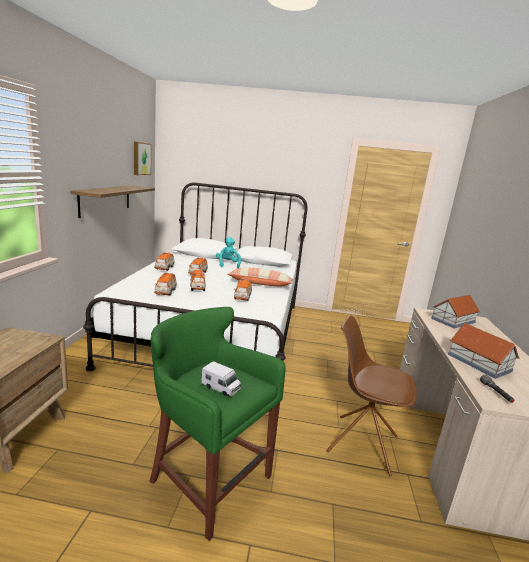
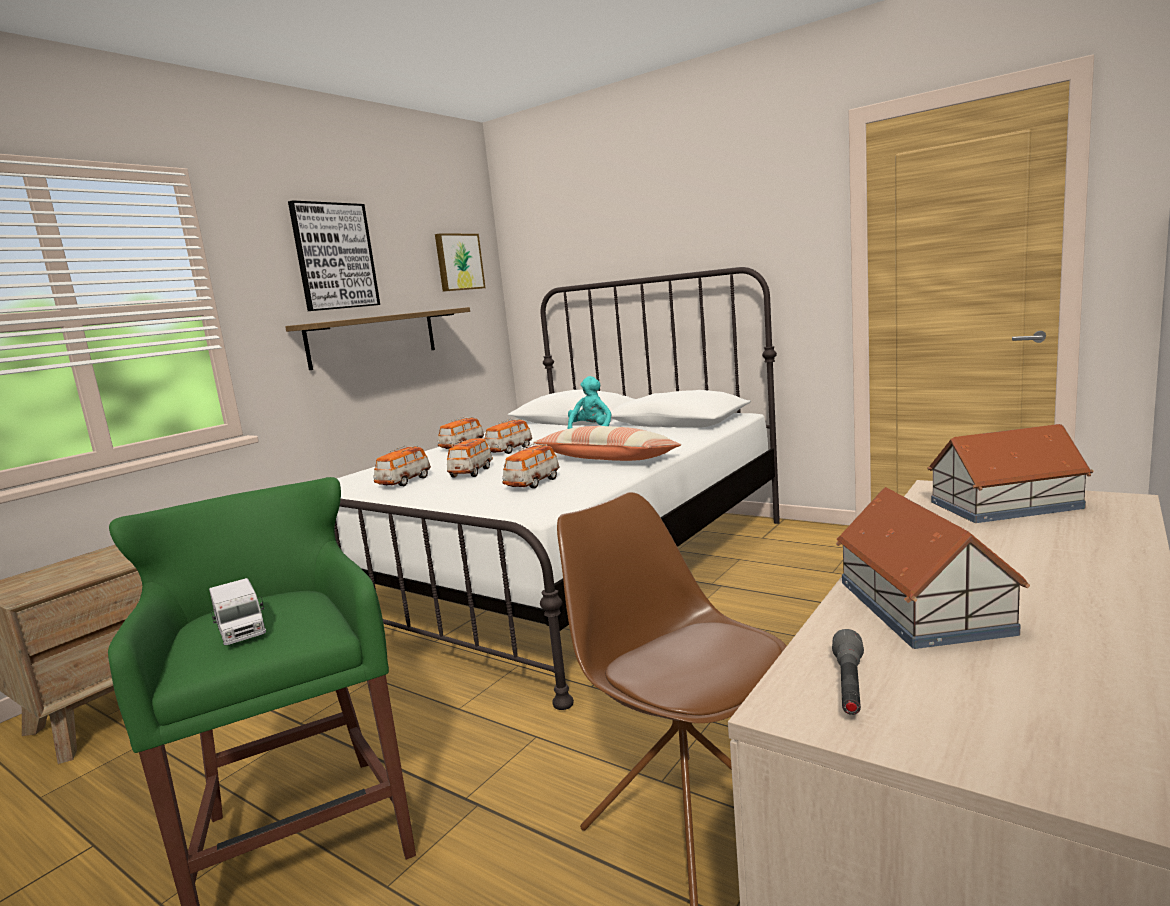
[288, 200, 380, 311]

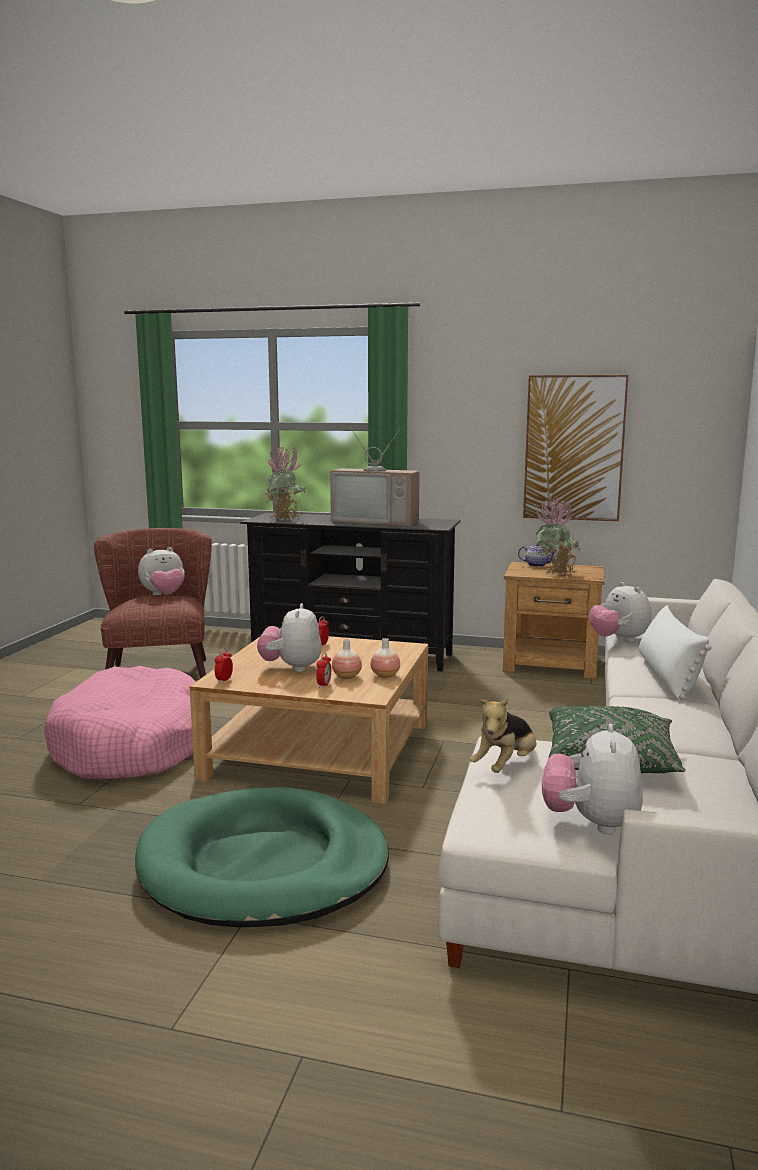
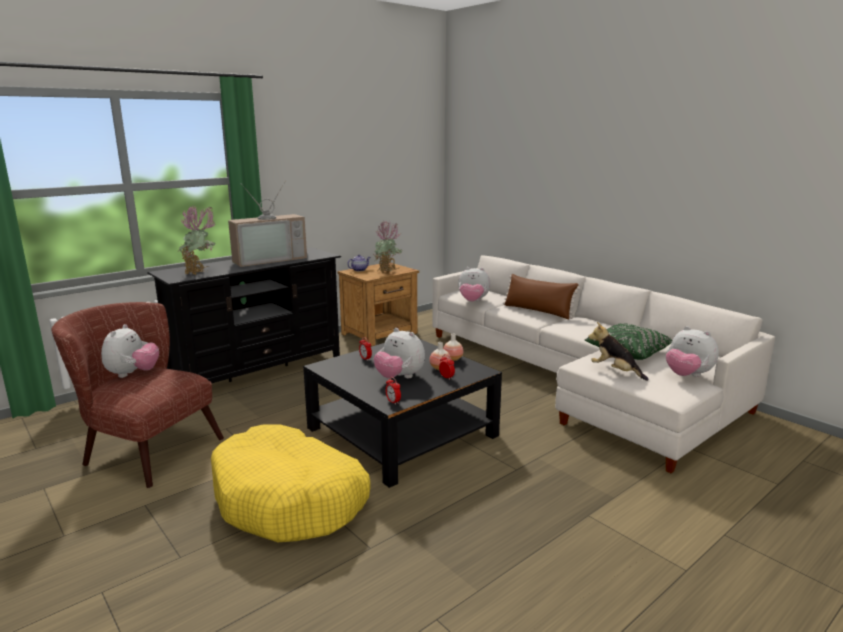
[523, 375, 629, 521] (first image)
[503, 274, 581, 319]
[303, 339, 502, 488]
[211, 424, 370, 542]
[588, 322, 649, 381]
[135, 787, 389, 927] (first image)

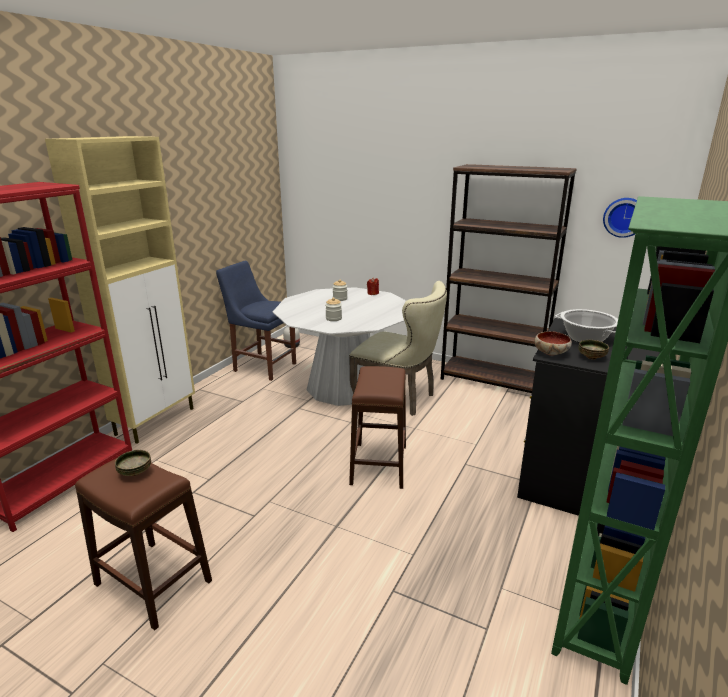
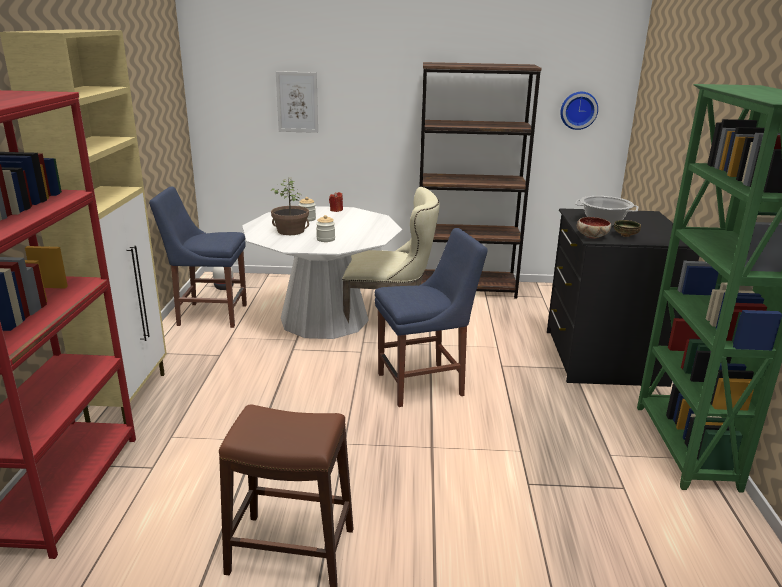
[375, 228, 488, 407]
[115, 450, 151, 476] (first image)
[276, 71, 318, 133]
[271, 177, 309, 235]

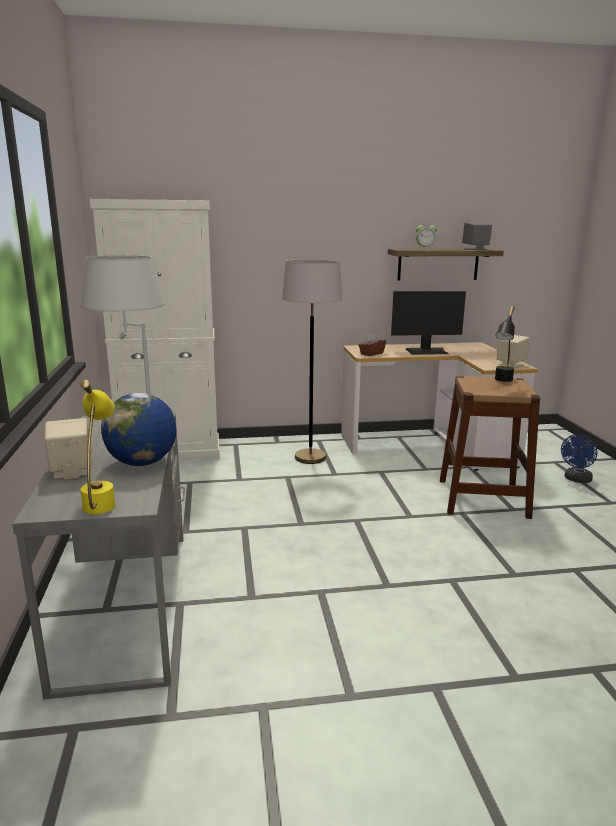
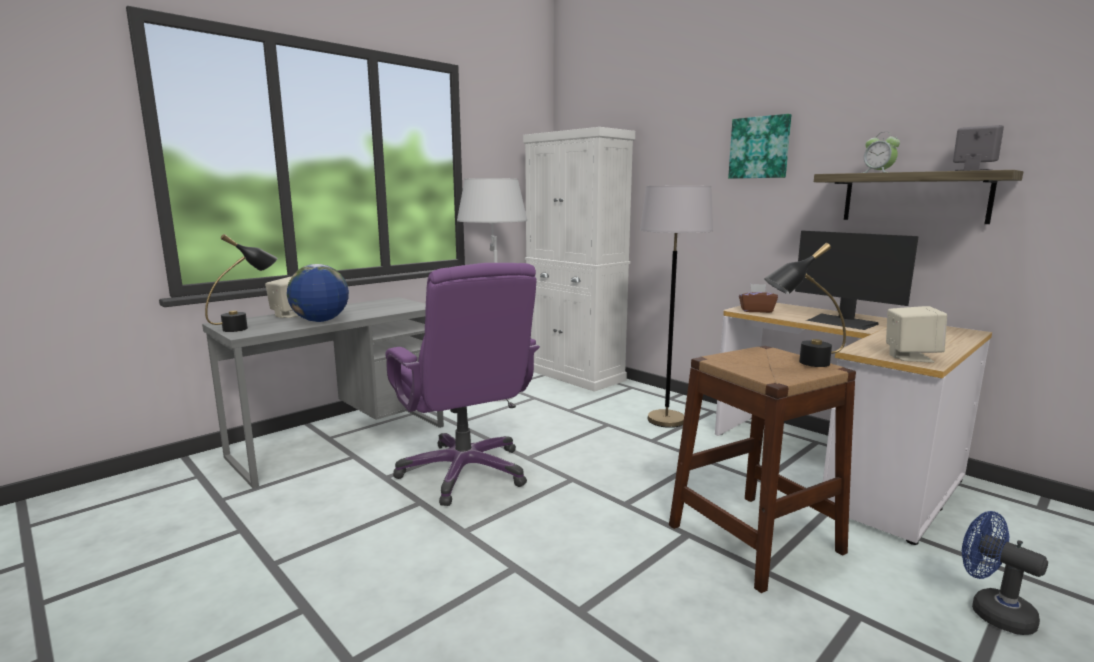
[205, 234, 277, 332]
[962, 511, 1048, 635]
[728, 114, 791, 179]
[385, 263, 540, 506]

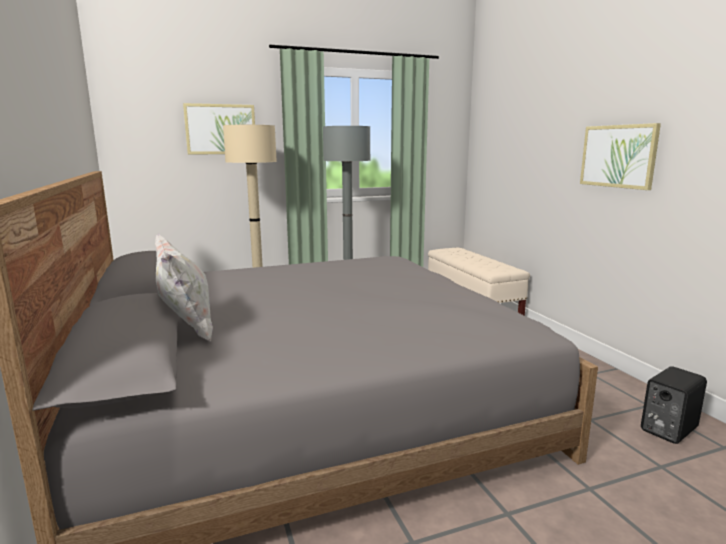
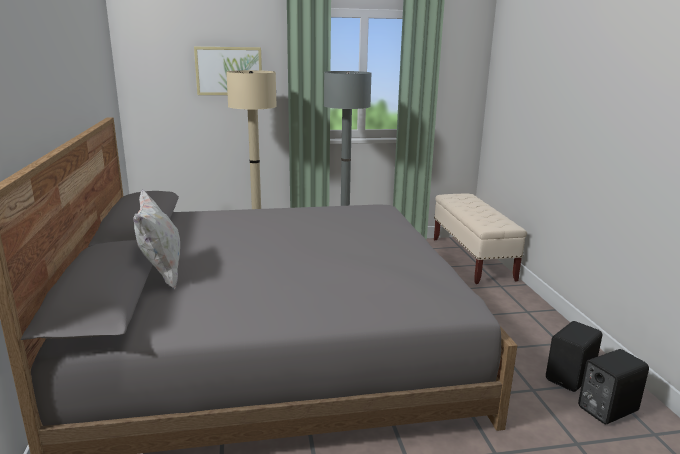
[580, 123, 661, 190] (first image)
[546, 321, 602, 392]

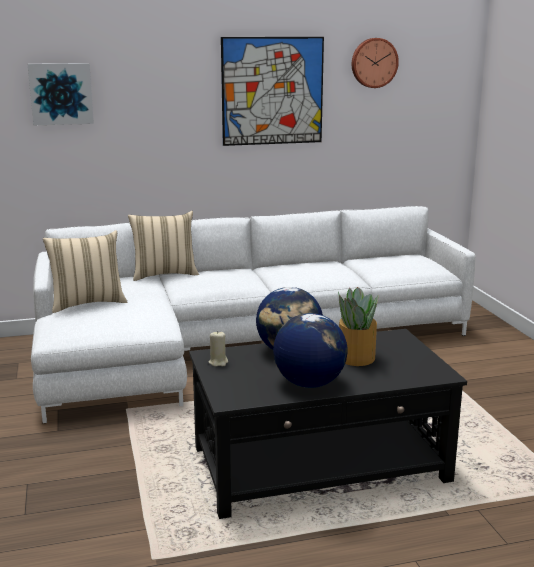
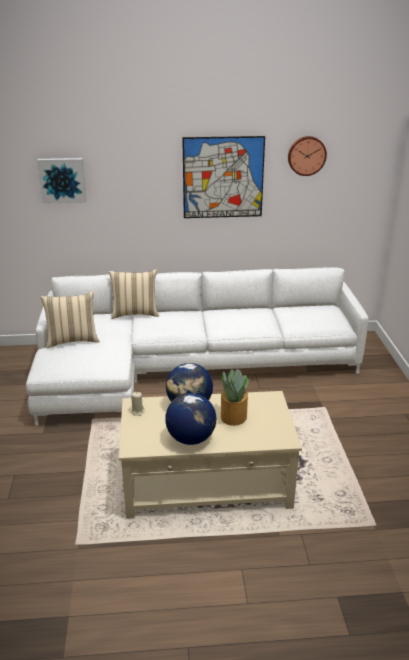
[119, 391, 302, 519]

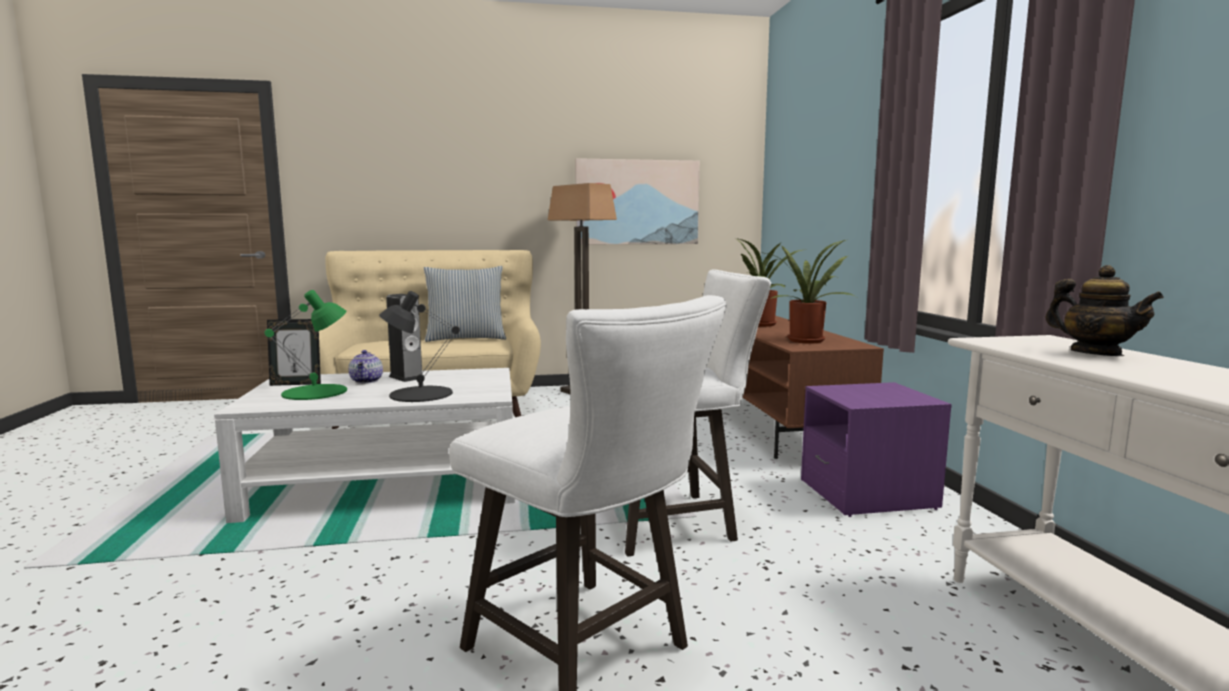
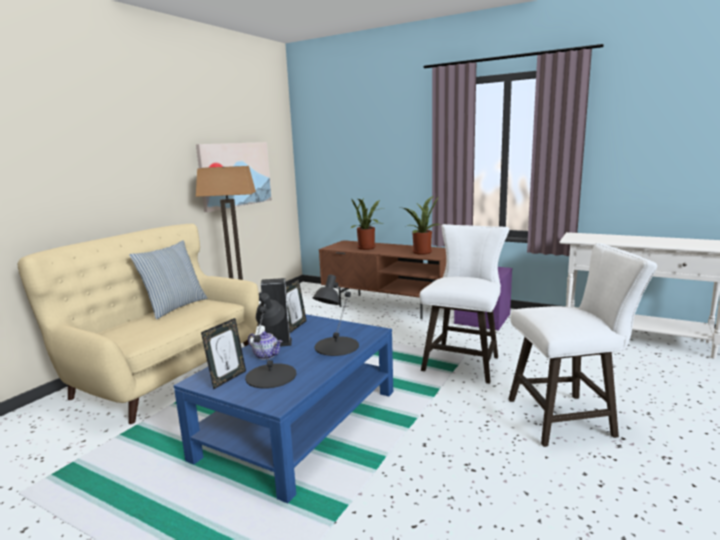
[1045, 265, 1164, 356] (first image)
[245, 293, 296, 389]
[174, 314, 393, 503]
[286, 279, 307, 333]

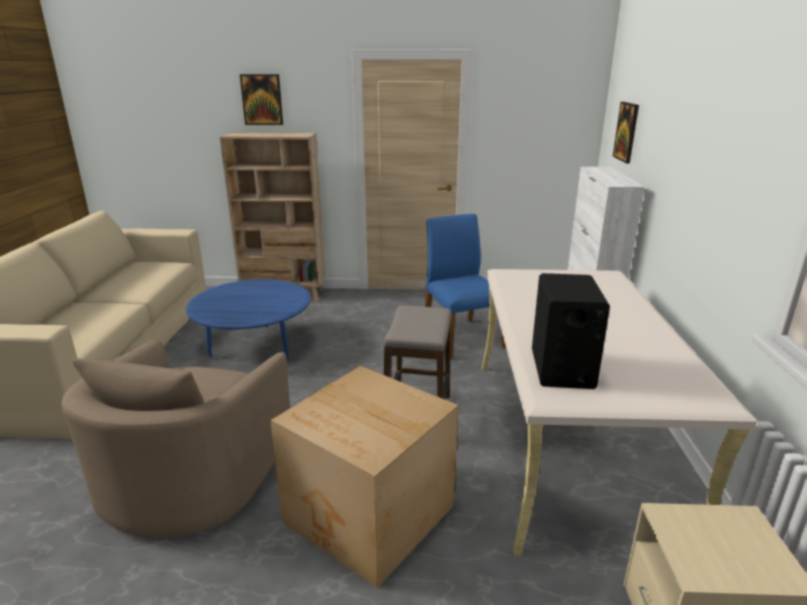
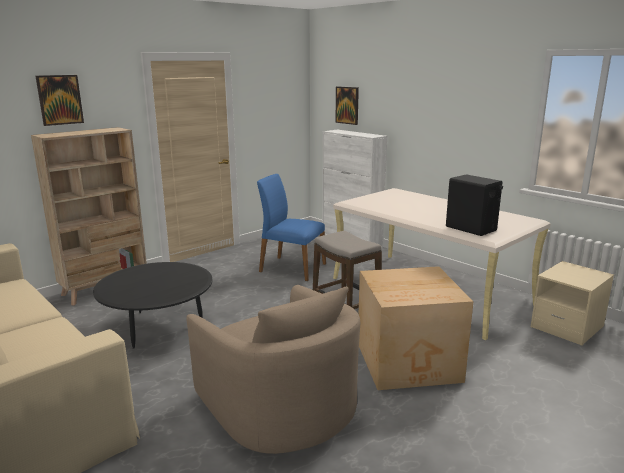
[93, 262, 212, 349]

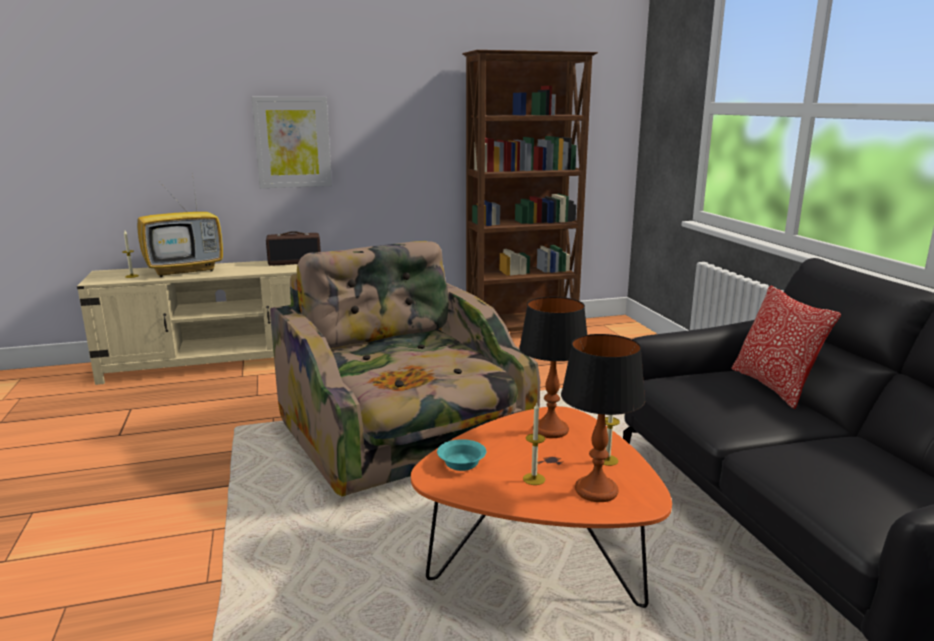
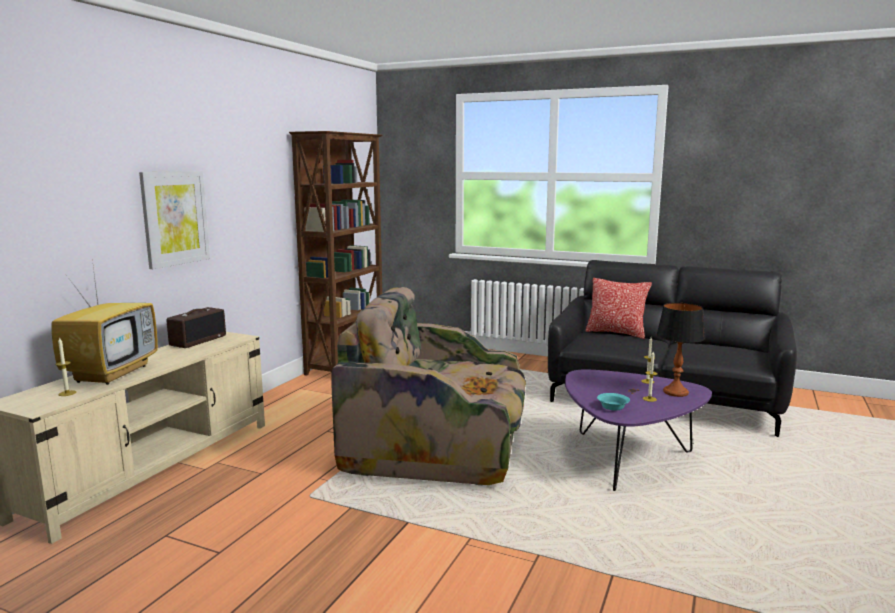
[519, 297, 587, 438] (first image)
[565, 370, 712, 491]

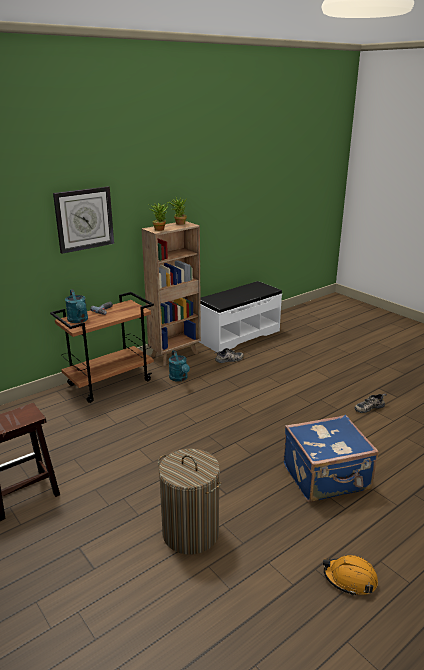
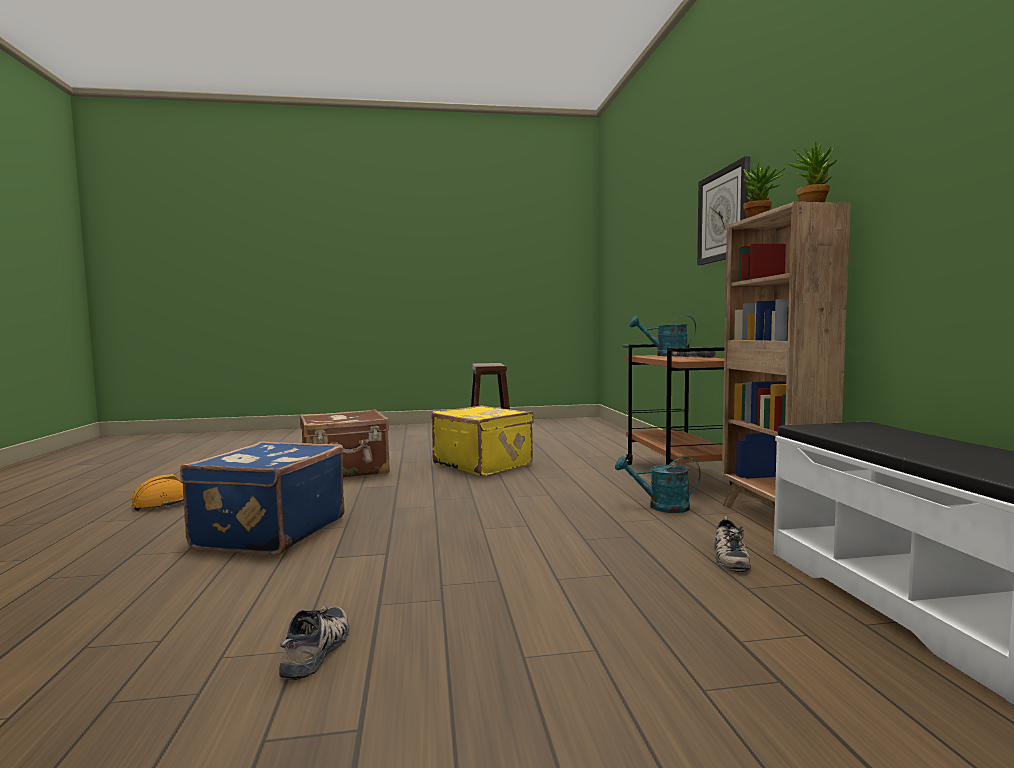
[300, 409, 389, 478]
[432, 405, 534, 476]

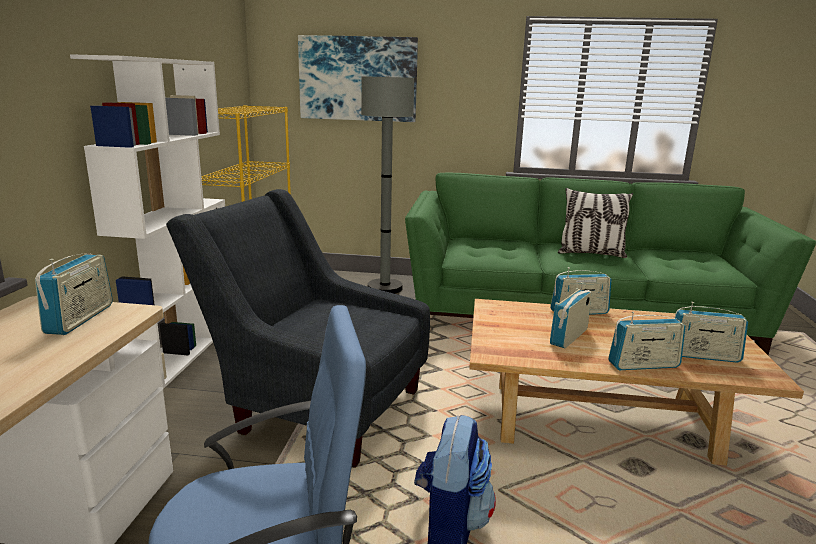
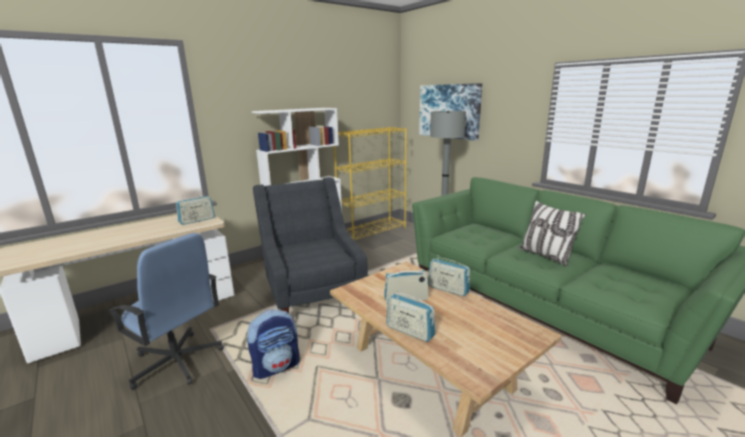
[674, 302, 748, 363] (first image)

